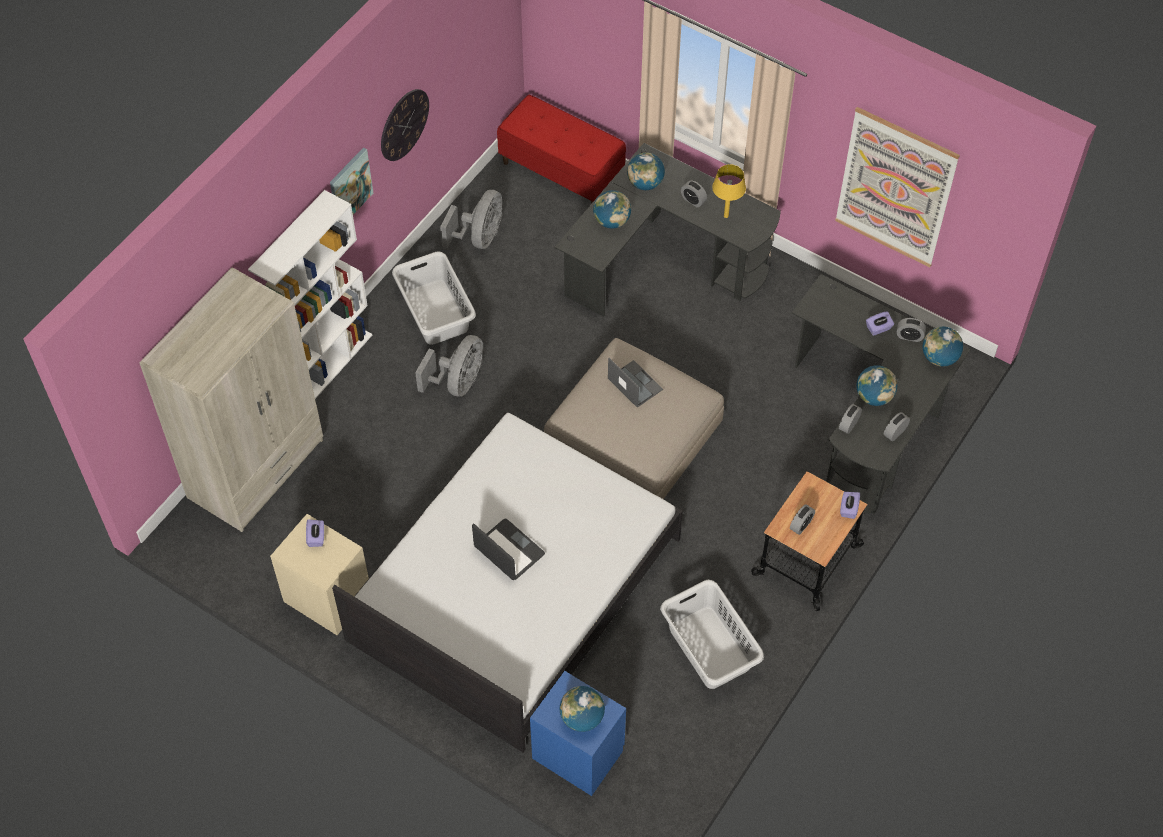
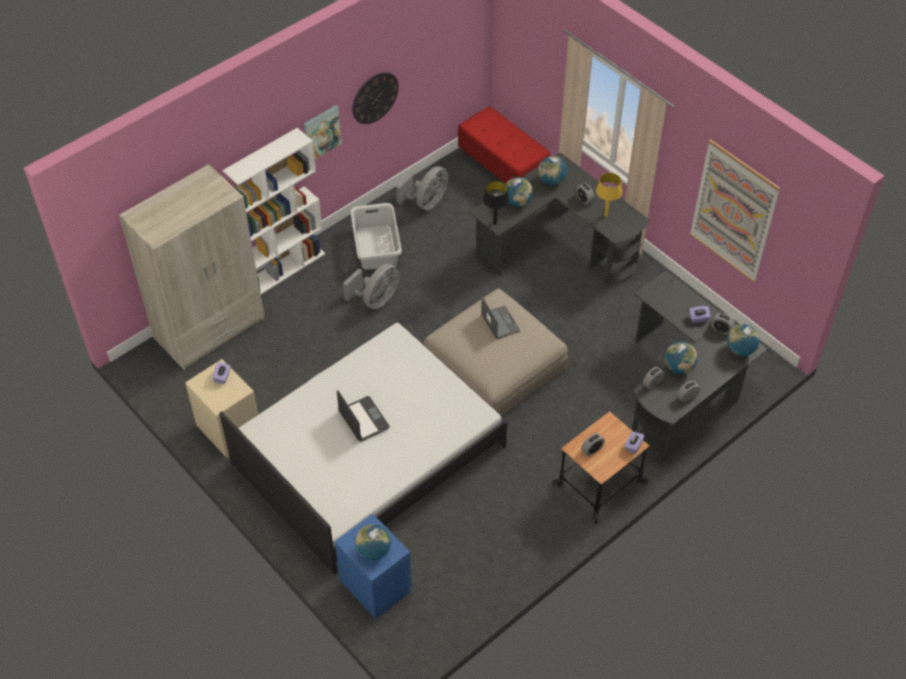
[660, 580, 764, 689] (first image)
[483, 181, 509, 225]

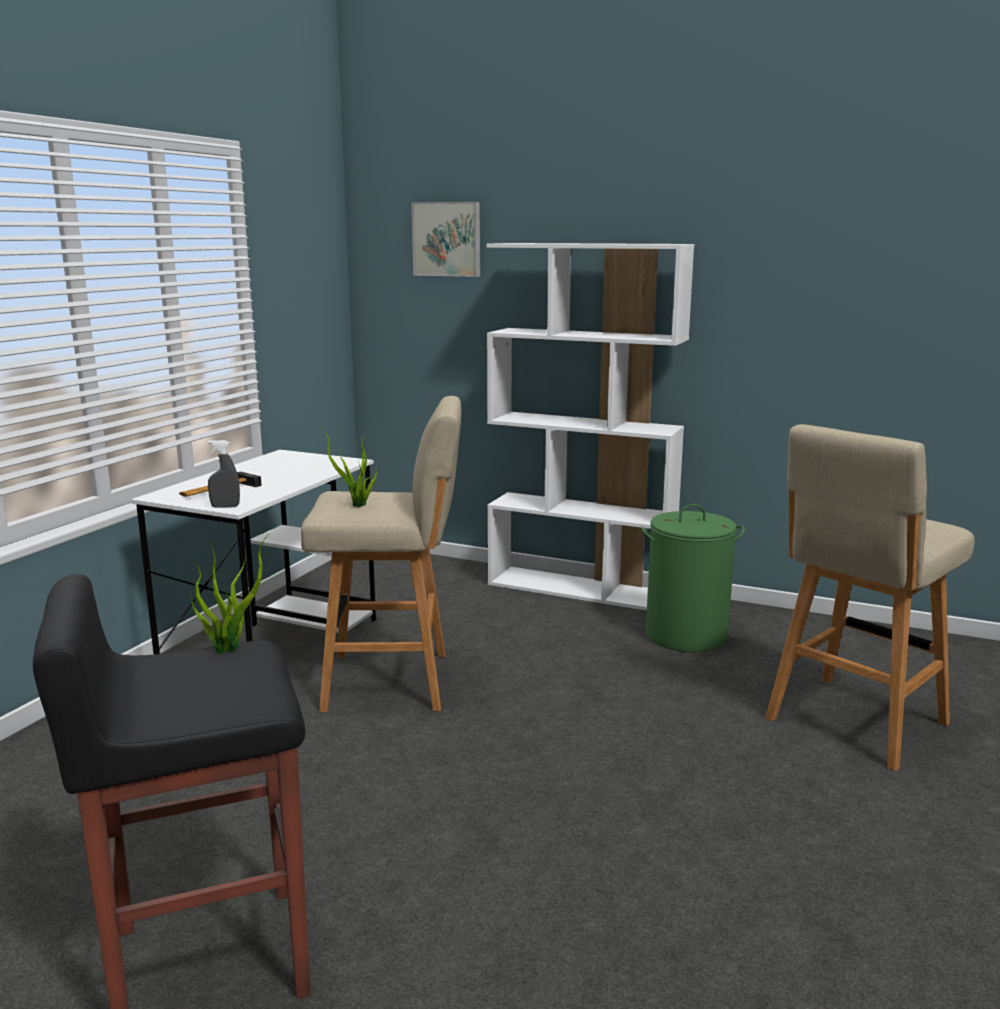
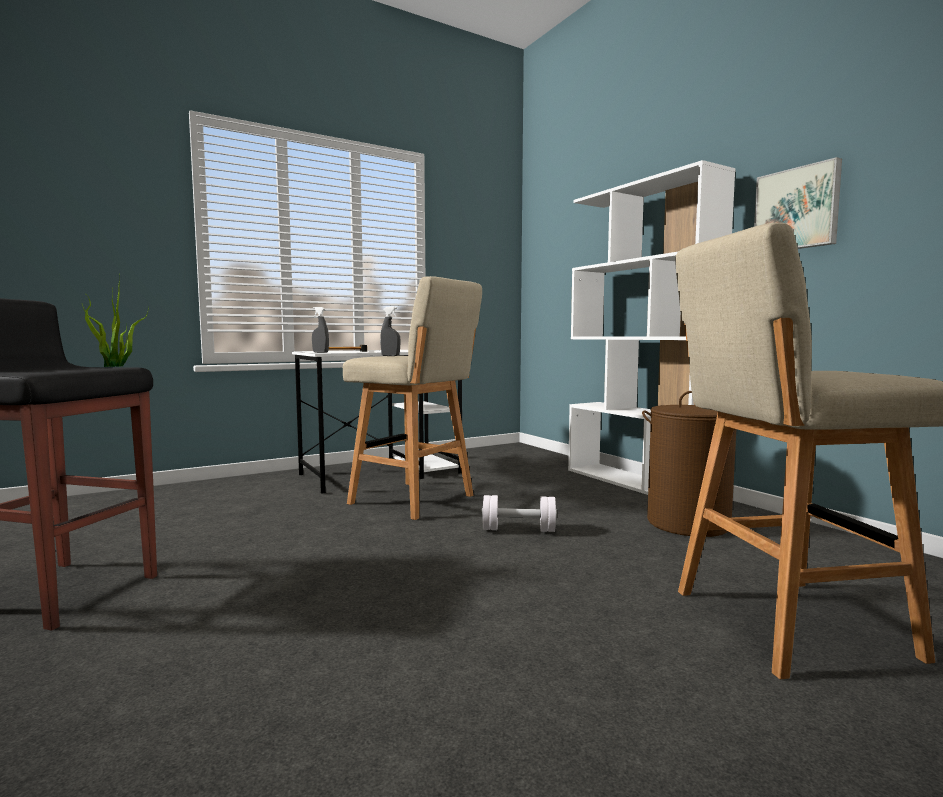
[754, 157, 842, 249]
[380, 306, 400, 356]
[642, 391, 736, 537]
[482, 495, 557, 532]

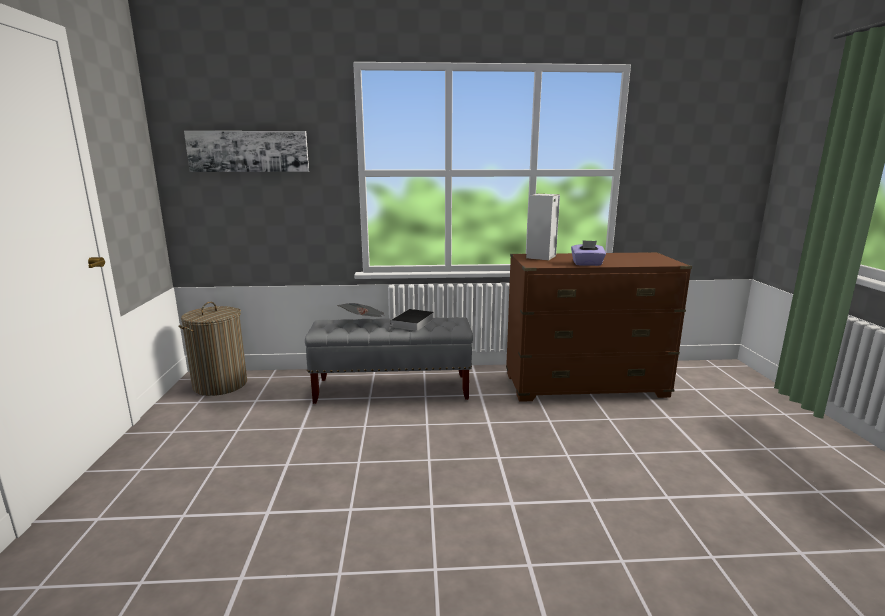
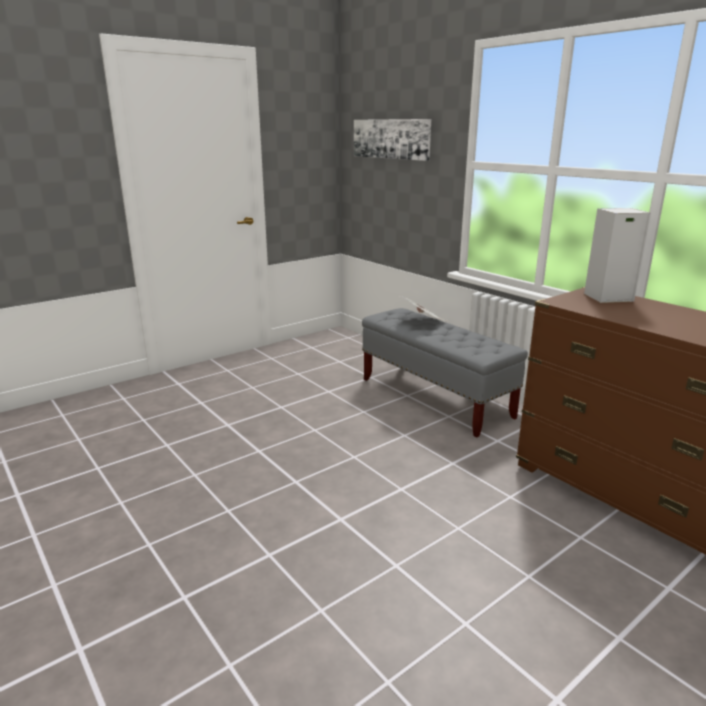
[571, 240, 606, 266] (first image)
[178, 302, 247, 396] (first image)
[389, 309, 434, 331] (first image)

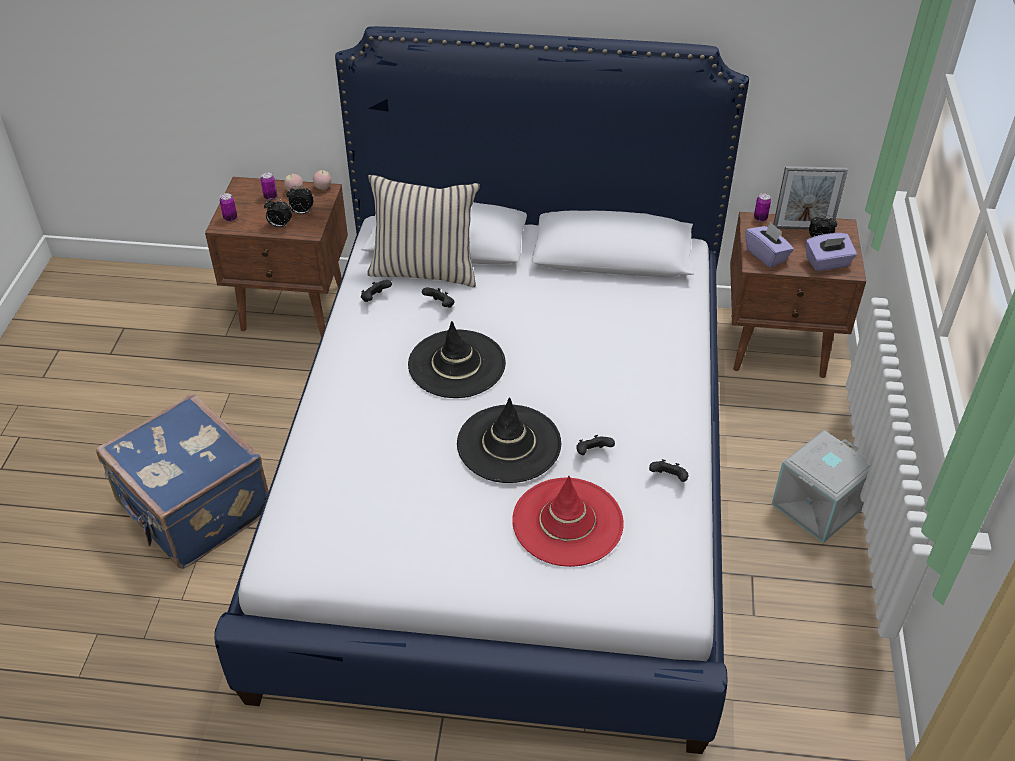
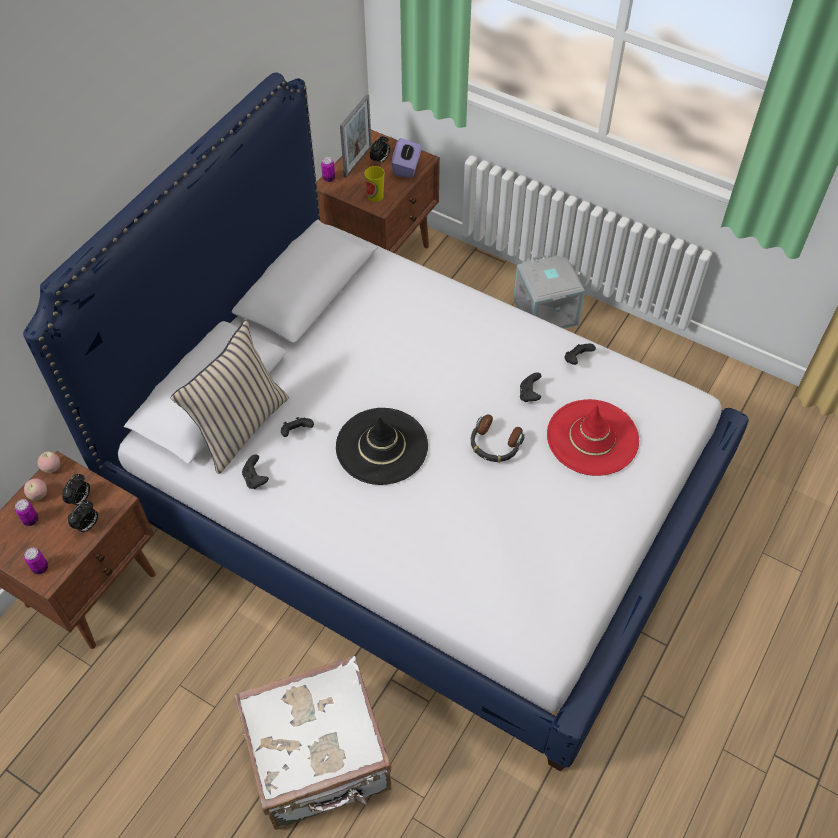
[365, 166, 385, 202]
[234, 656, 392, 830]
[471, 414, 525, 463]

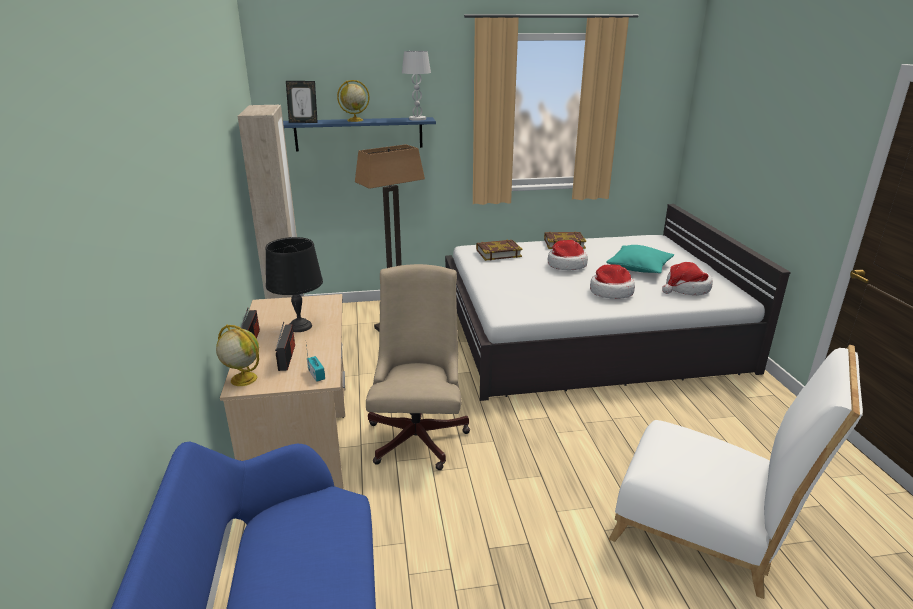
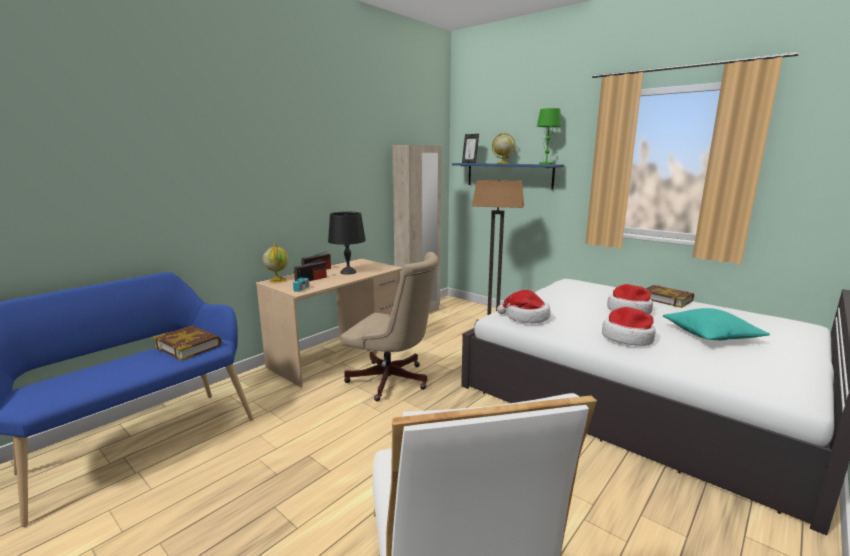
[537, 108, 561, 165]
[153, 326, 222, 361]
[497, 290, 551, 323]
[341, 252, 439, 401]

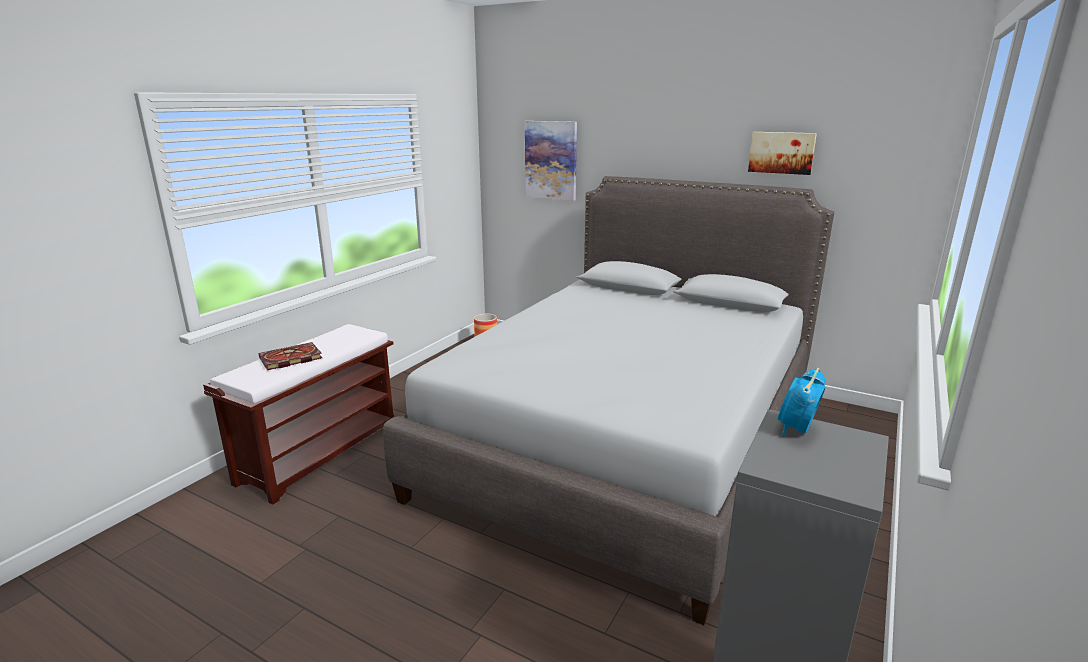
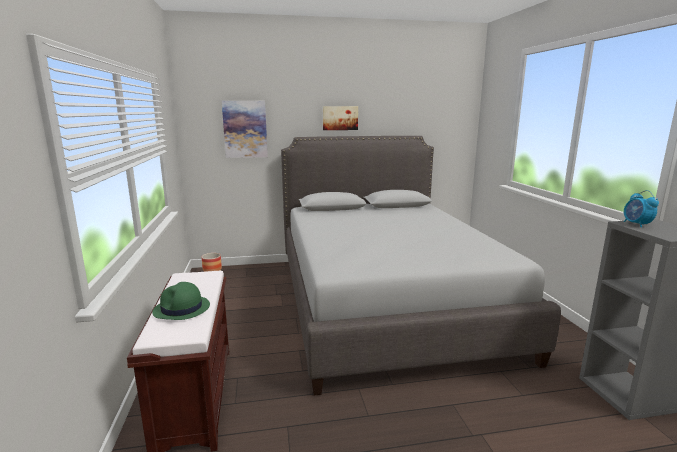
[323, 106, 358, 130]
[152, 282, 210, 320]

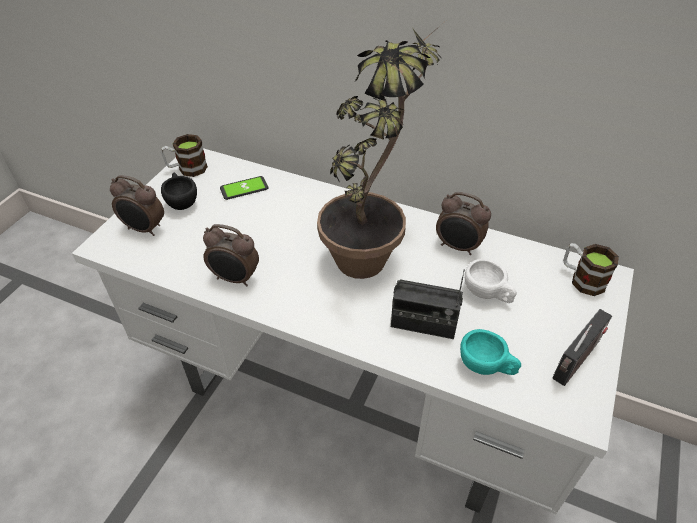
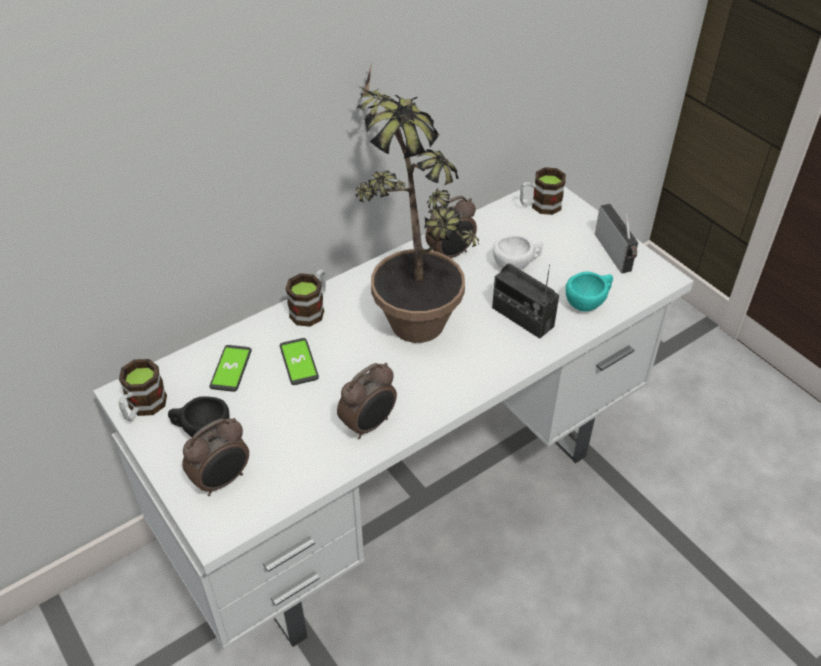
[492, 263, 559, 339]
[285, 269, 326, 327]
[280, 338, 319, 385]

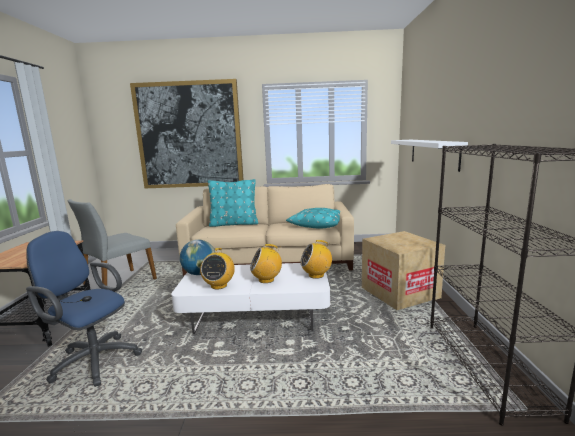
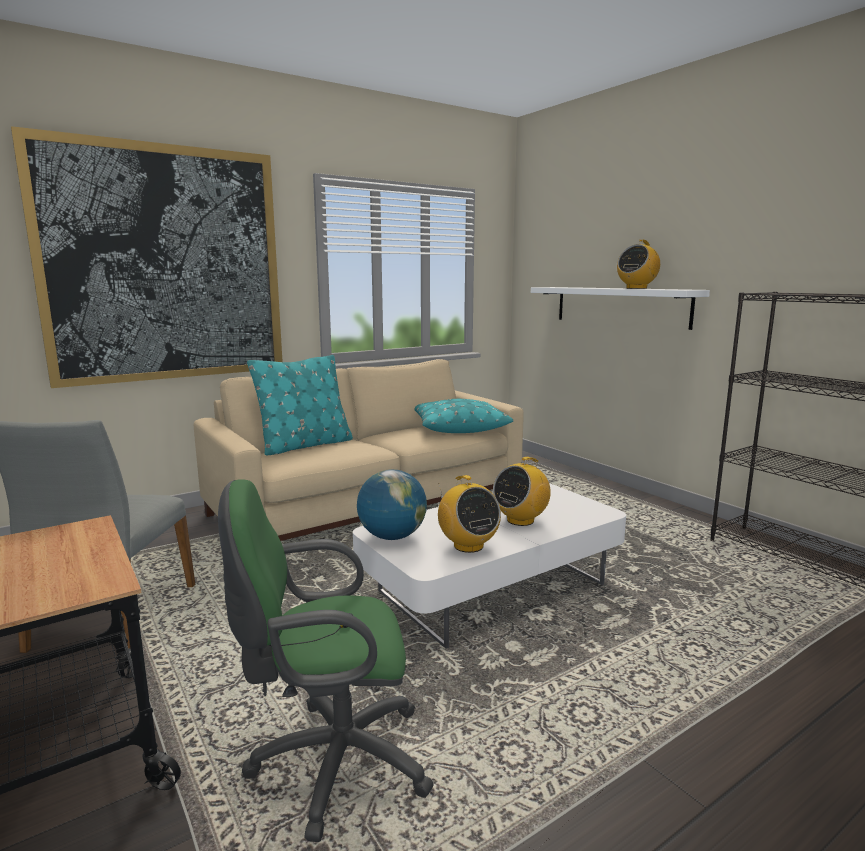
[218, 479, 434, 842]
[362, 231, 445, 310] (first image)
[617, 240, 660, 289]

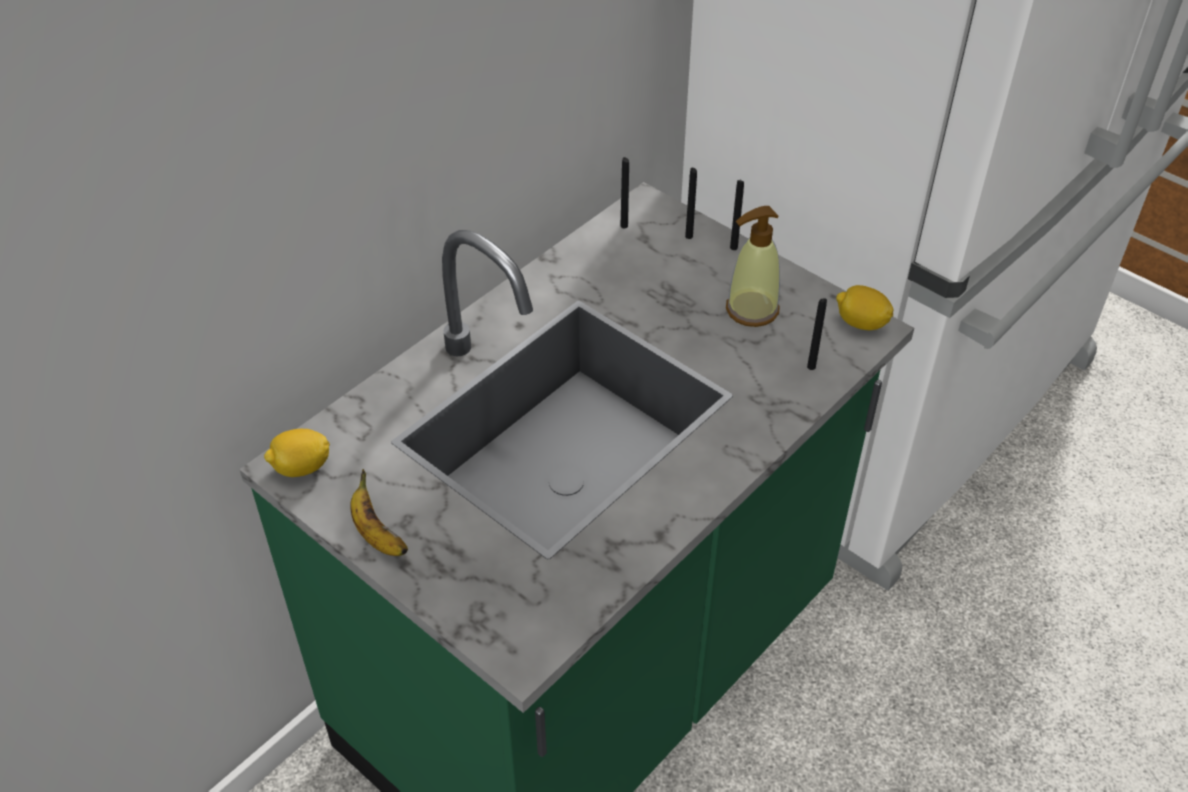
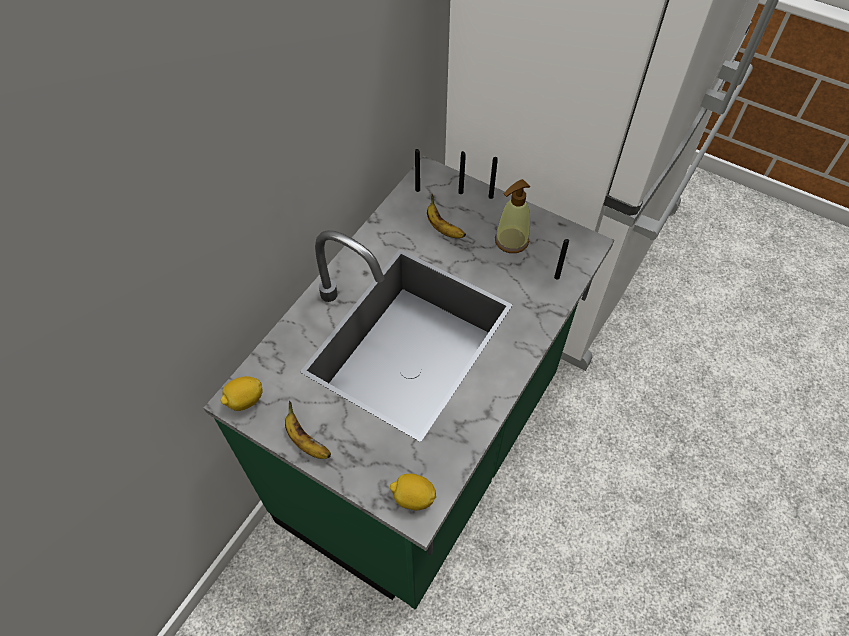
[390, 474, 436, 511]
[427, 194, 466, 238]

